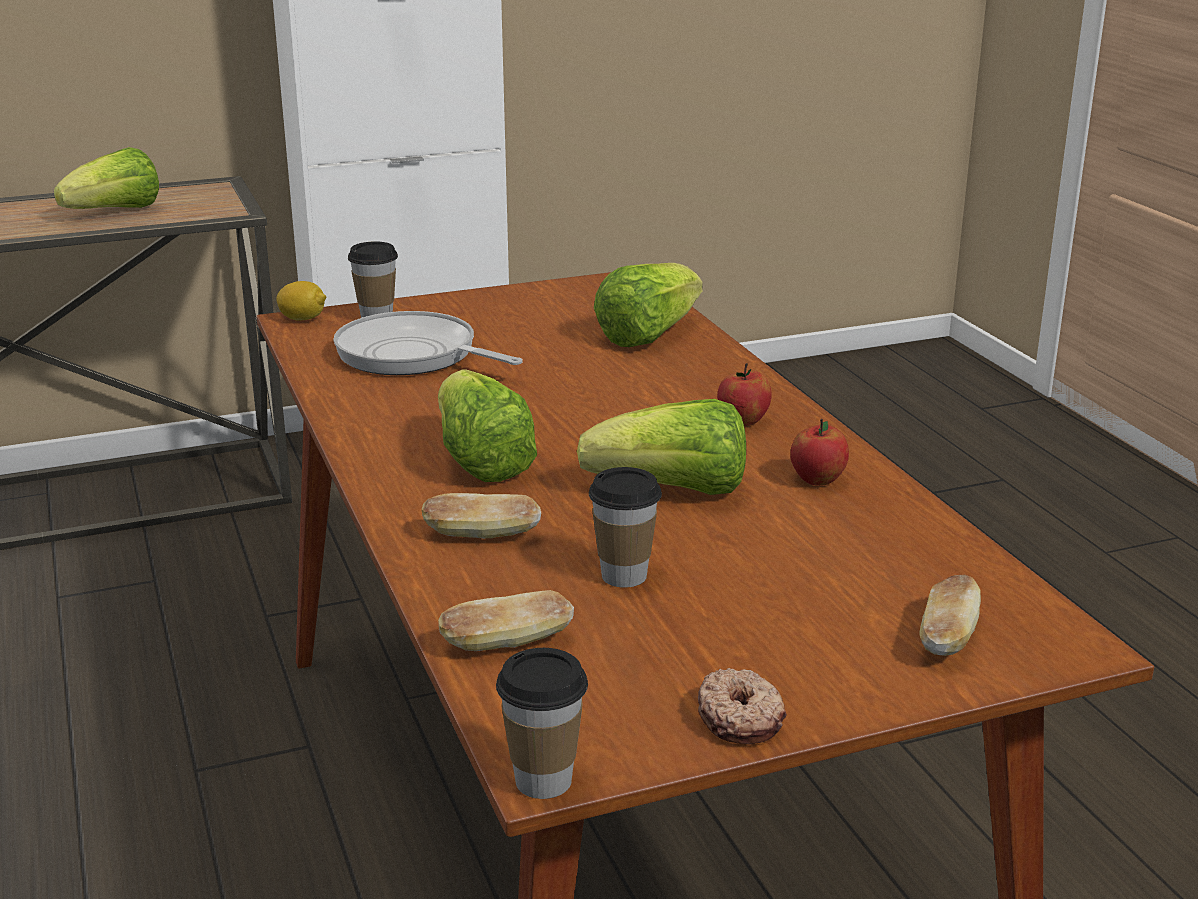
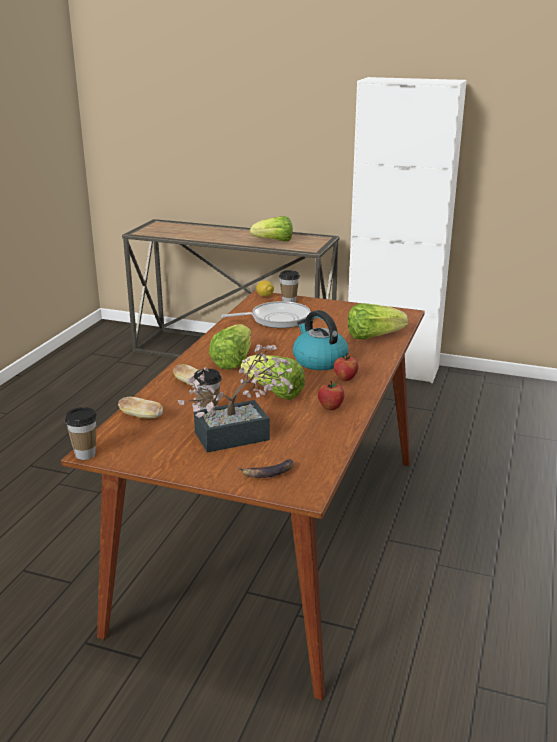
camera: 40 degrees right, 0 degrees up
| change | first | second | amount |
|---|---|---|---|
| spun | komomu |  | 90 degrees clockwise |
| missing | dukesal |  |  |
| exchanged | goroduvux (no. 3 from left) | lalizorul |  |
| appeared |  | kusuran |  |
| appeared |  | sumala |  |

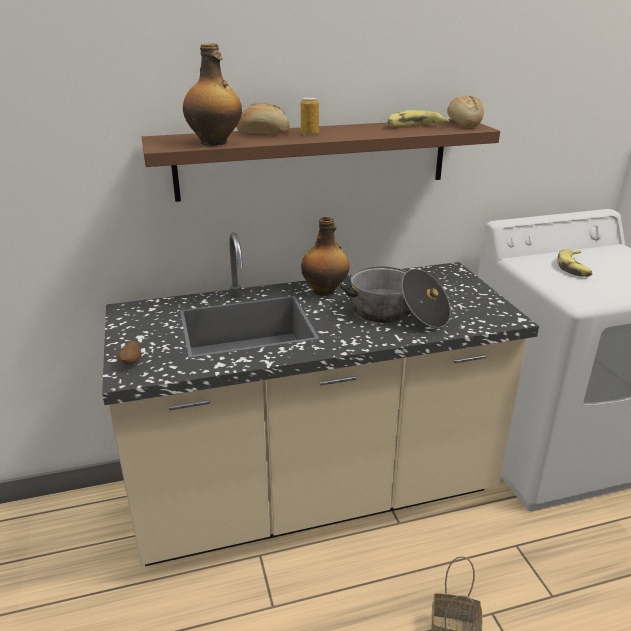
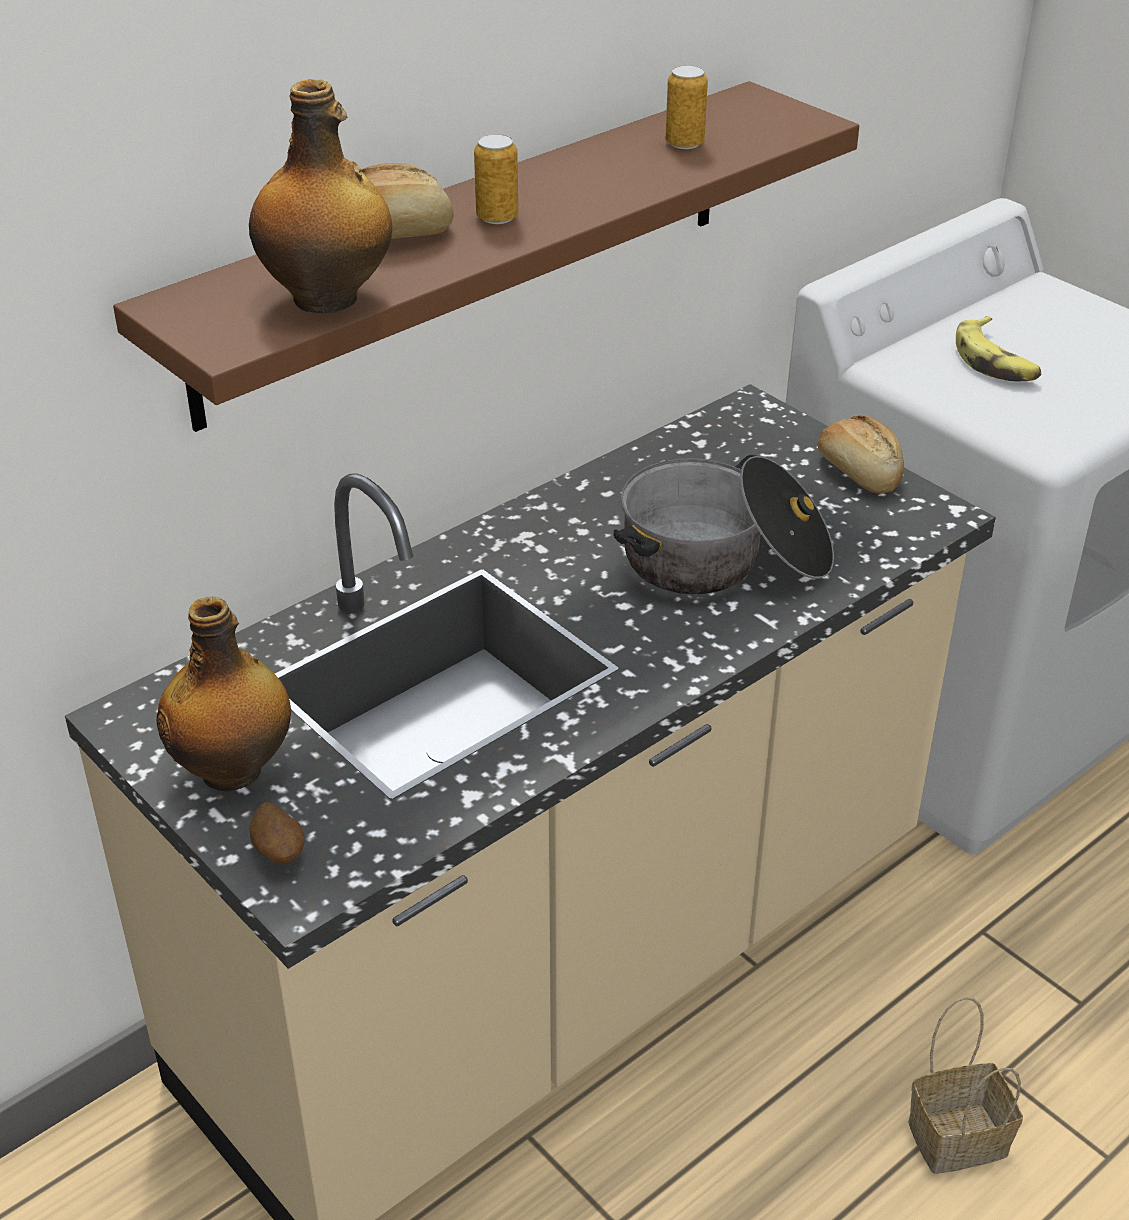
camera: 25 degrees left, 10 degrees up
| change | first | second | amount |
|---|---|---|---|
| relocated | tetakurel (no. 2 from left in the first image) | tetakurel (no. 1 from left) |  |
| exchanged | lalizorul (no. 1 from left) | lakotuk (no. 2 from left) |  |
| relocated | goroduvux (no. 2 from left) |  |  |

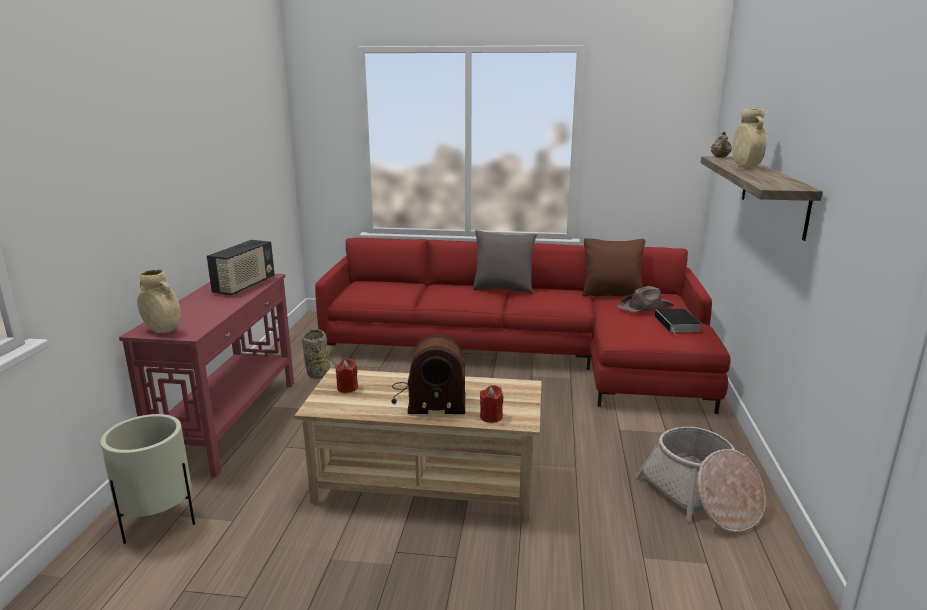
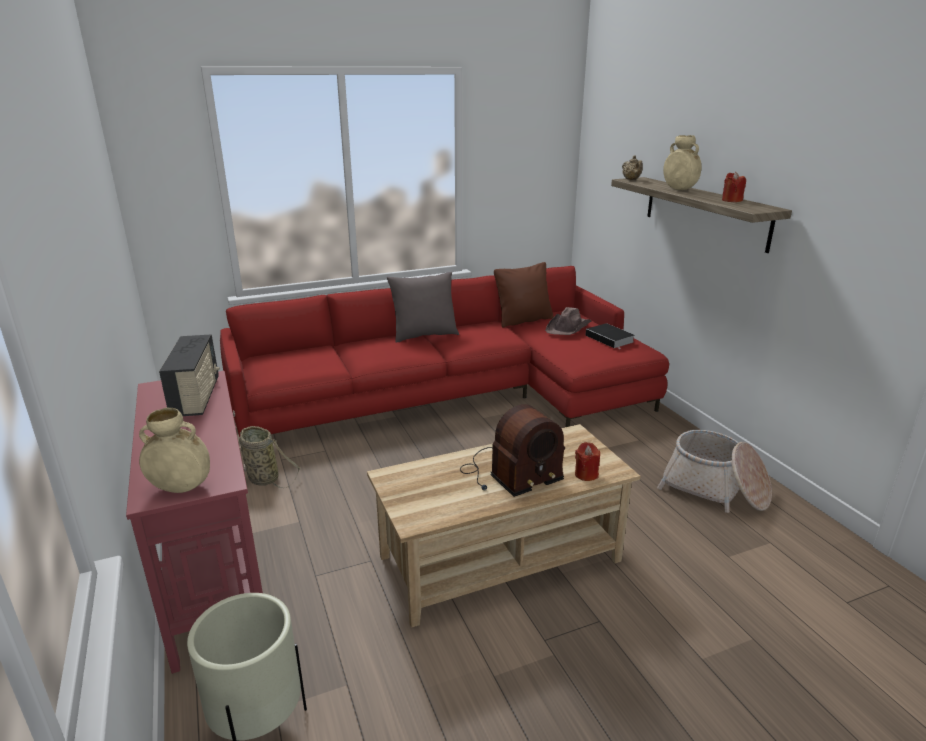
camera: 30 degrees left, 5 degrees up
| change | first | second | amount |
|---|---|---|---|
| relocated | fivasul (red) (no. 1 from left in the first image) | fivasul (red) (no. 2 from left) |  |

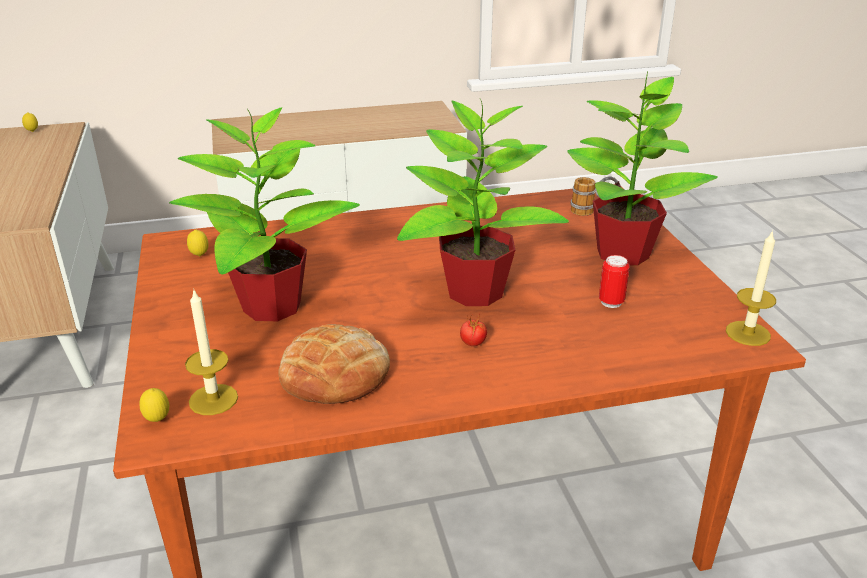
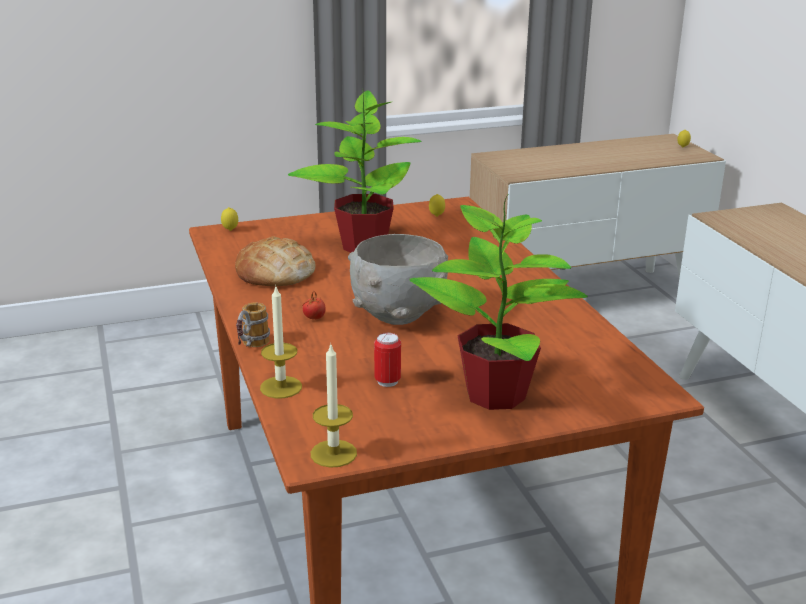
camera: 85 degrees right, 5 degrees down
| change | first | second | amount |
|---|---|---|---|
| relocated | fivasul (no. 1 from left) |  |  |
| exchanged | kusuran (no. 2 from left) | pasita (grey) |  |
| relocated | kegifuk |  |  |

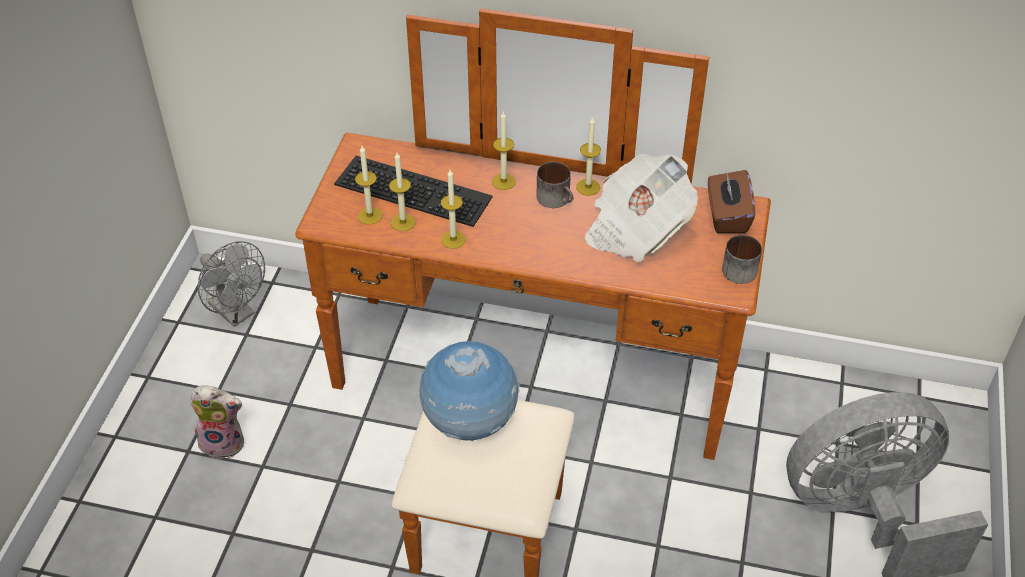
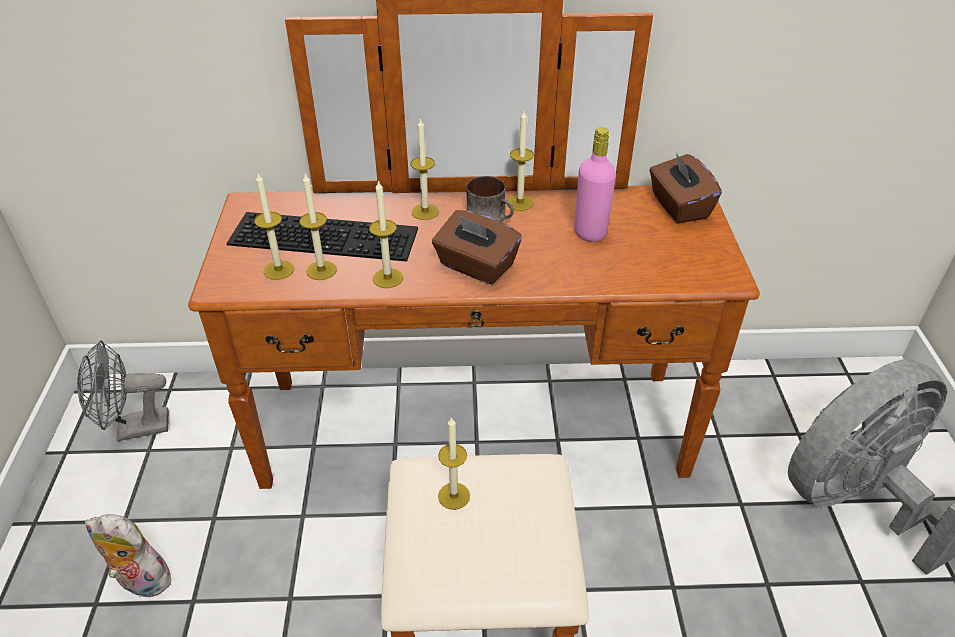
camera: 15 degrees left, 5 degrees down
| change | first | second | amount |
|---|---|---|---|
| spun | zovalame |  | 150 degrees counterclockwise |
| spun | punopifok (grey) (no. 1 from left) |  | 135 degrees clockwise |
| exchanged | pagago | fivasul (no. 5 from left) |  |
| exchanged | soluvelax | tetakurel (pink) |  |
| missing | kegifuk (no. 2 from left) |  |  |
| appeared |  | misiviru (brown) (no. 1 from left) |  |

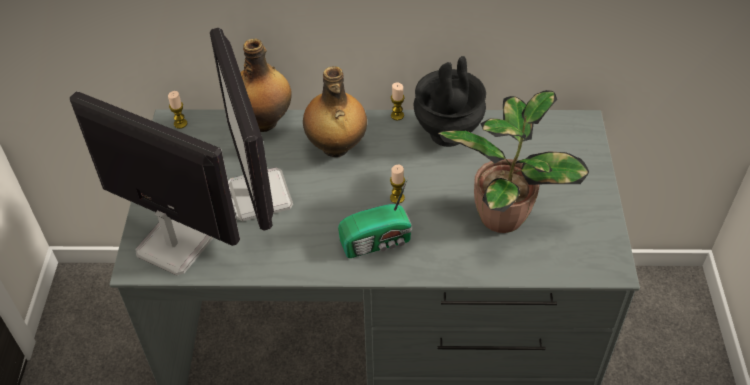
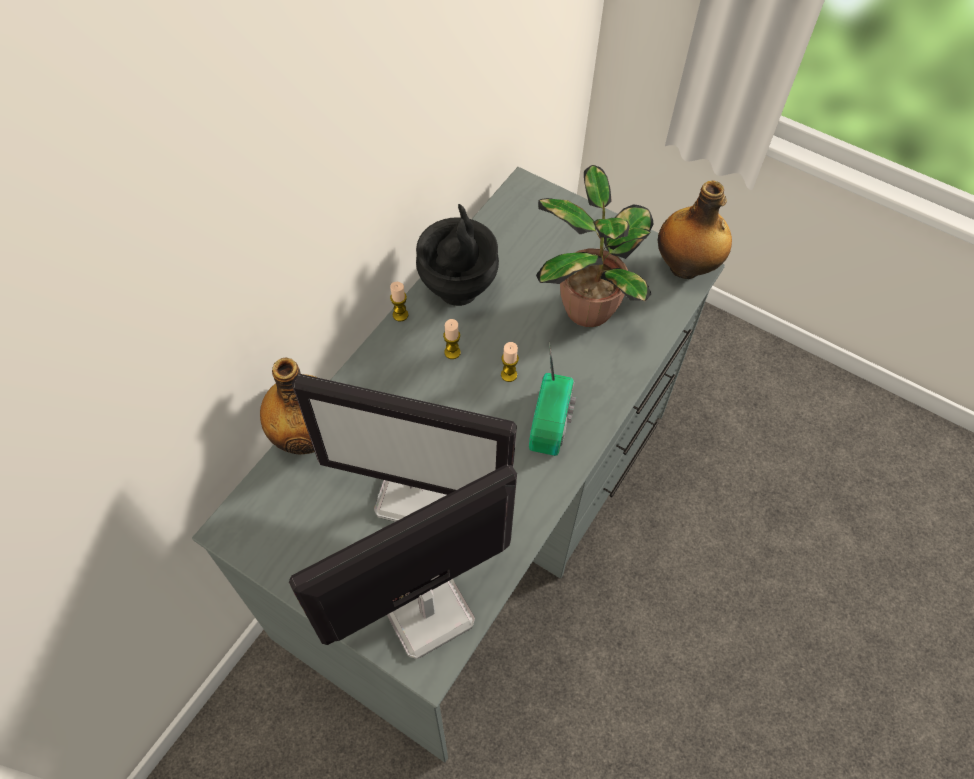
camera: 60 degrees left, 10 degrees up
| change | first | second | amount |
|---|---|---|---|
| relocated | fivasul (no. 1 from left in the first image) | fivasul (no. 2 from left) |  |
| relocated | tetakurel (no. 2 from left) |  |  |

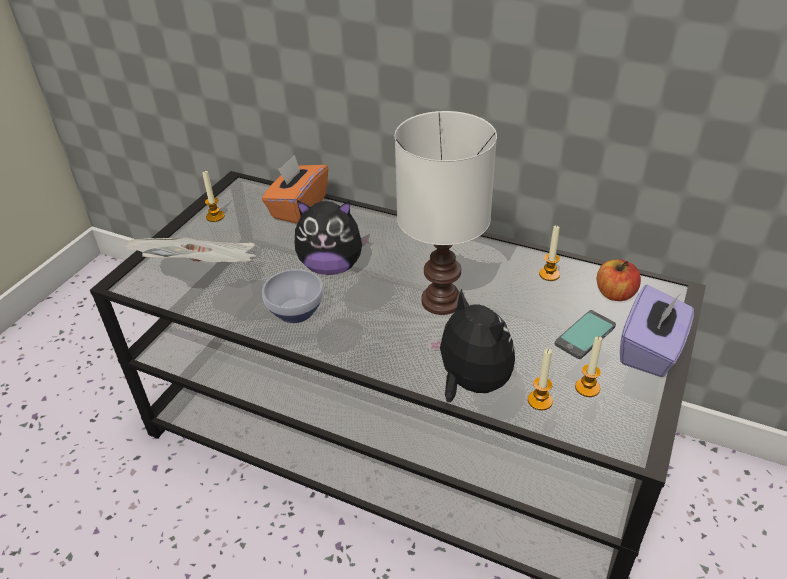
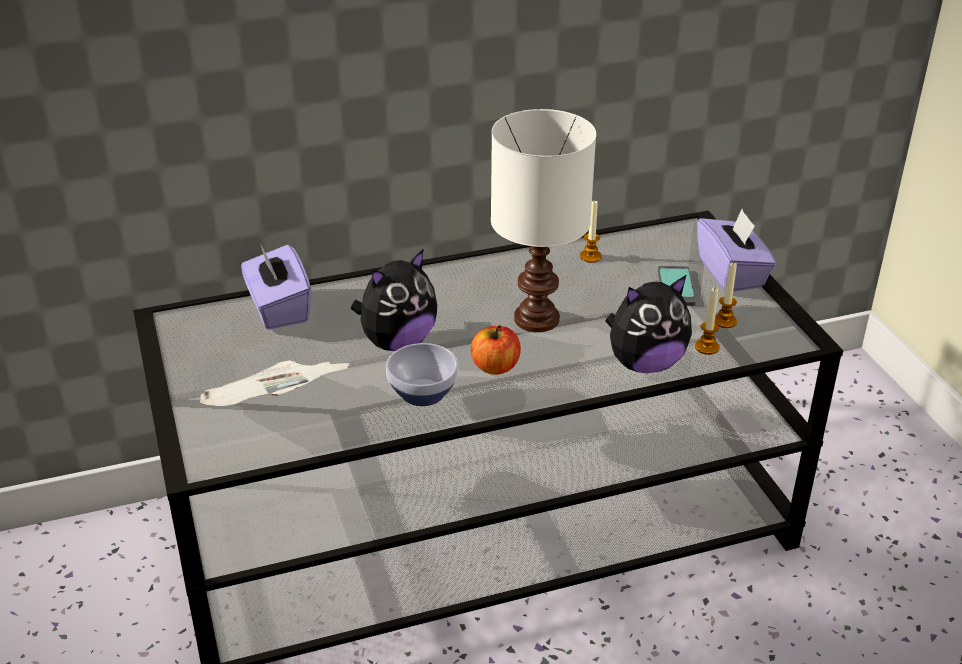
camera: 45 degrees left, 5 degrees down
| change | first | second | amount |
|---|---|---|---|
| missing | fivasul (no. 1 from left) |  |  |
| colour | misiviru (orange) | misiviru (purple) (no. 1 from left) |  |
| spun | zovalame (no. 2 from left) |  | 150 degrees clockwise |
| relocated | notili |  |  |

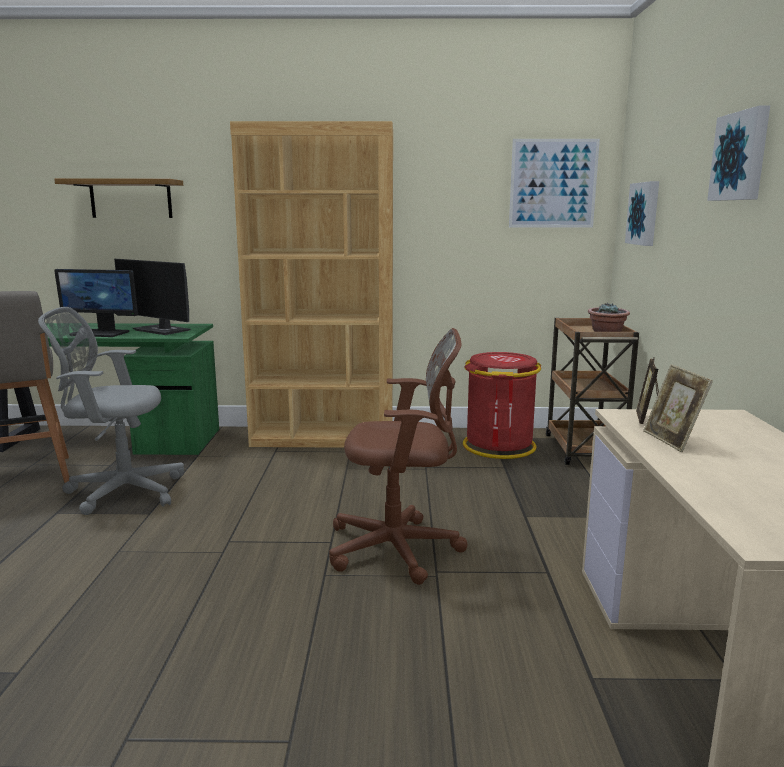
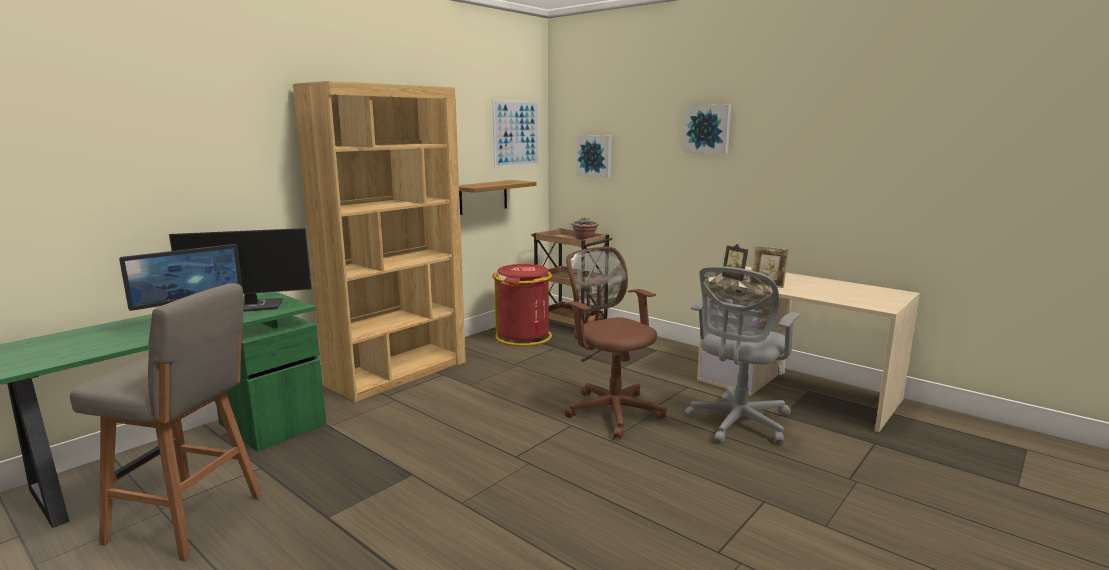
camera: 50 degrees left, 0 degrees up
| change | first | second | amount |
|---|---|---|---|
| relocated | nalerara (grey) |  |  |
| relocated | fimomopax |  |  |
| spun | nalerara (brown) |  | 75 degrees counterclockwise |

